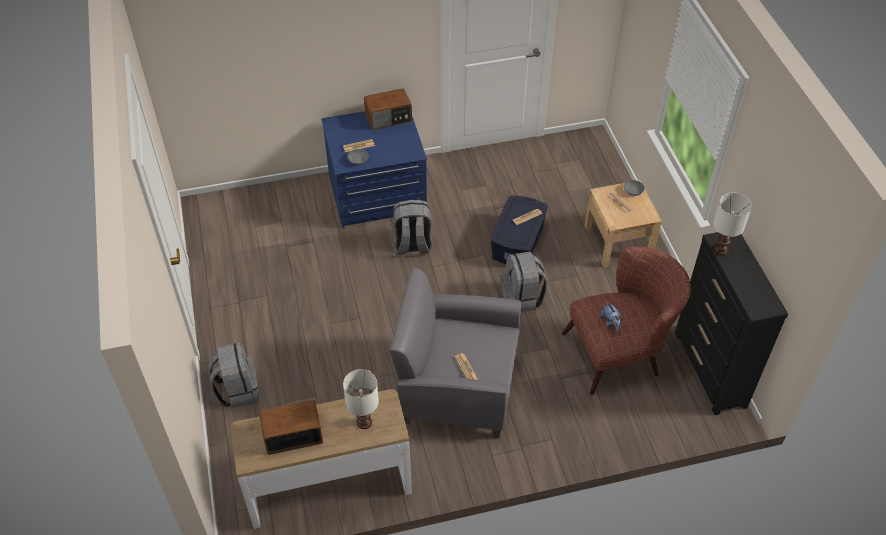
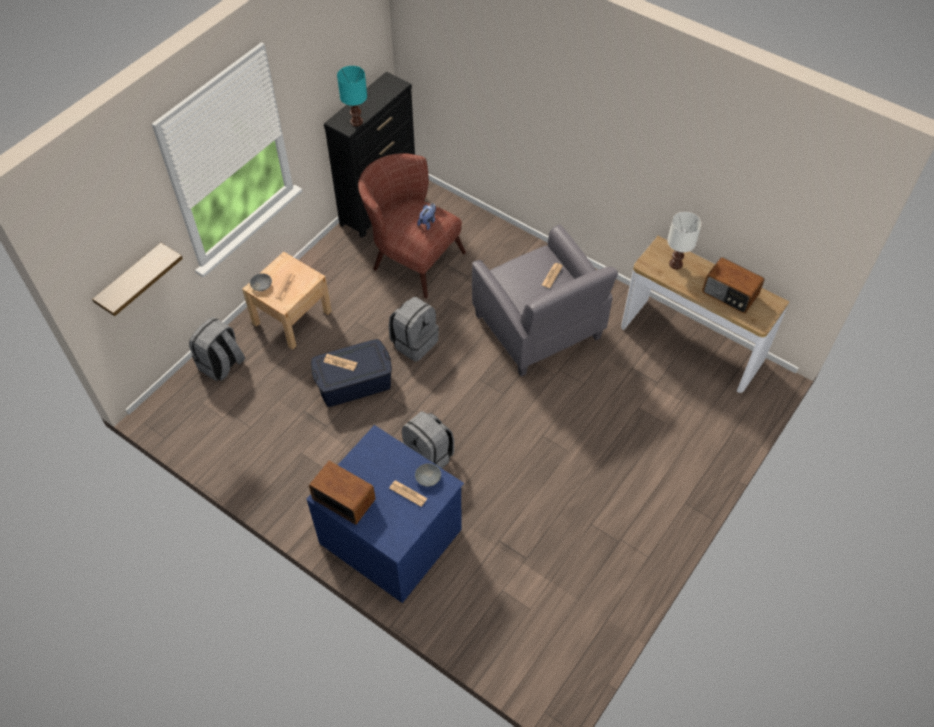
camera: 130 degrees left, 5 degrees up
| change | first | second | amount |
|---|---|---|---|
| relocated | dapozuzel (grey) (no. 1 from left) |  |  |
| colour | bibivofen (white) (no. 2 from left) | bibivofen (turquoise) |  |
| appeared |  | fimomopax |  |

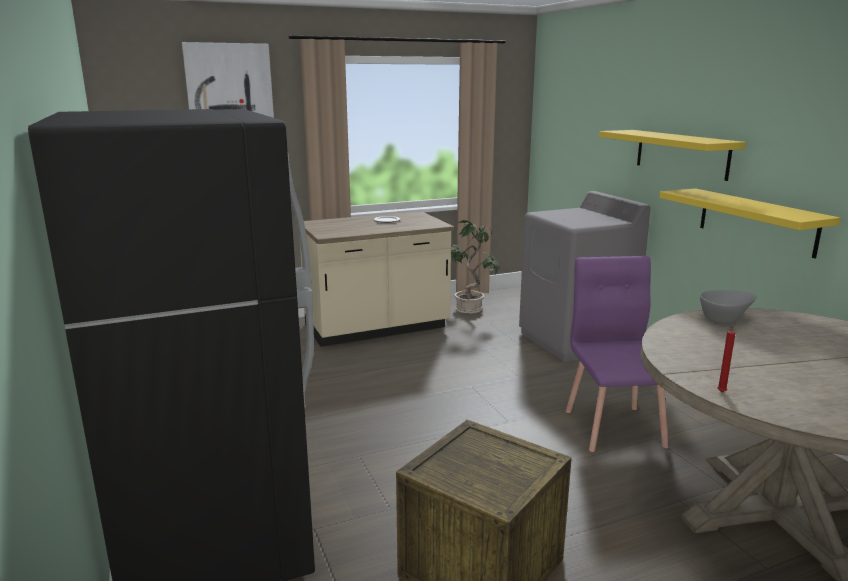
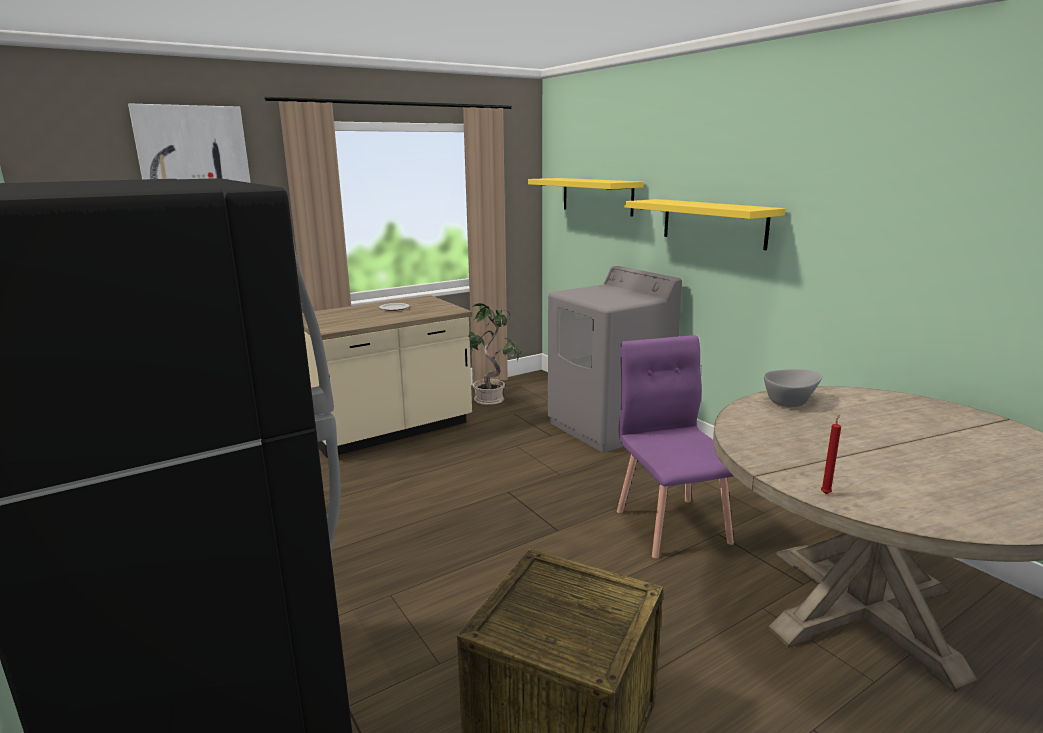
camera: 10 degrees left, 0 degrees up
| change | first | second | amount |
|---|---|---|---|
| relocated | fimomopax (yellow) (no. 2 from left in the first image) | fimomopax (yellow) (no. 1 from left) |  |

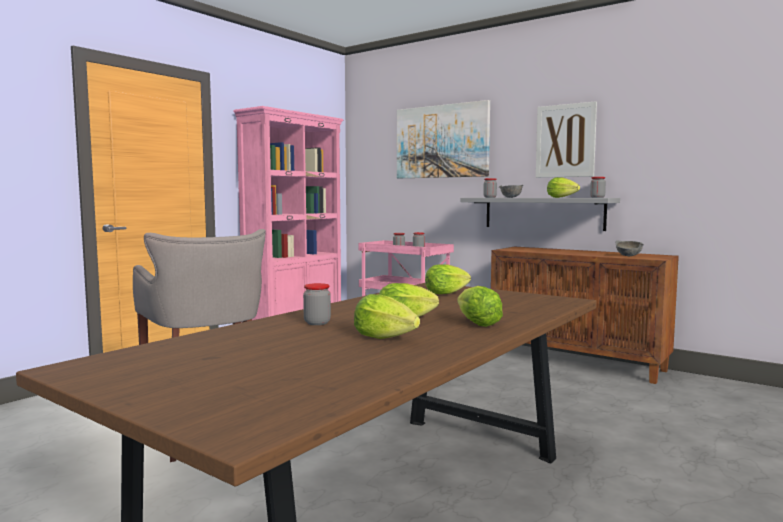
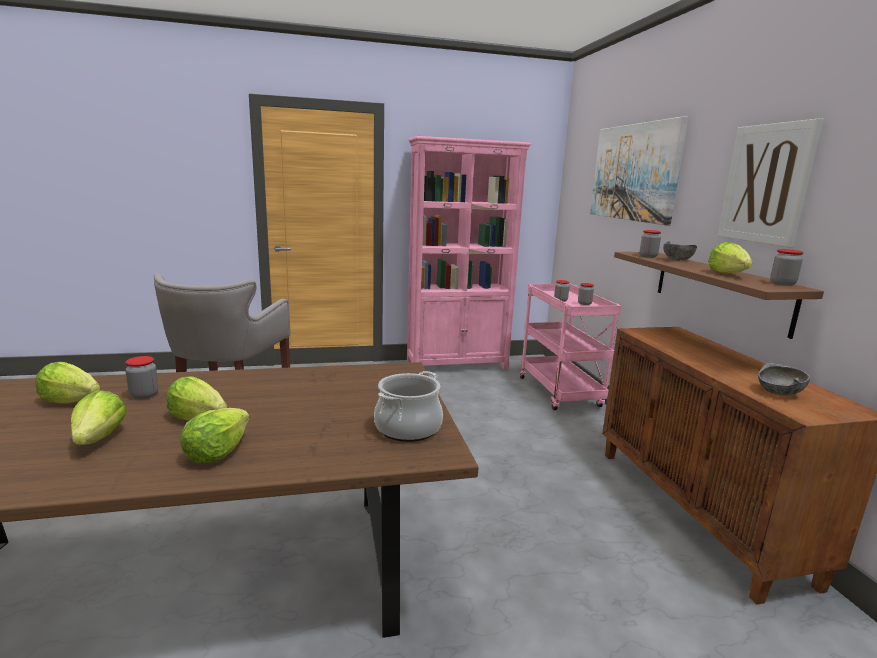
camera: 40 degrees right, 10 degrees up
| change | first | second | amount |
|---|---|---|---|
| relocated | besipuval (no. 3 from left in the first image) | besipuval (no. 1 from left) |  |
| colour | fimomopax (grey) | fimomopax (brown) |  |
| appeared |  | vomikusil |  |

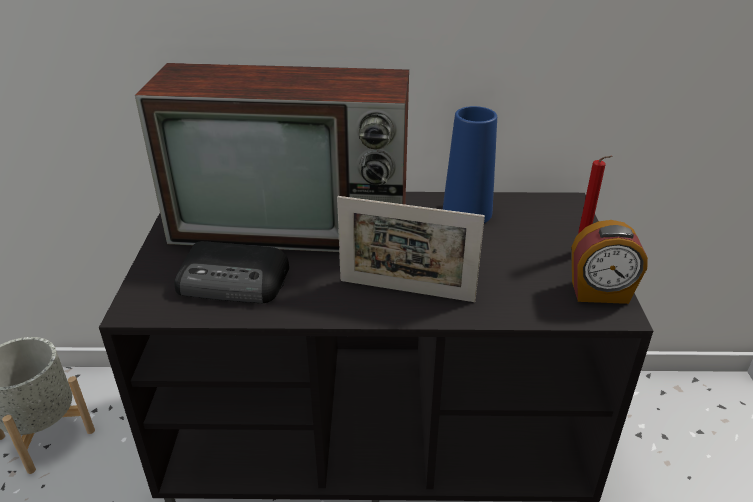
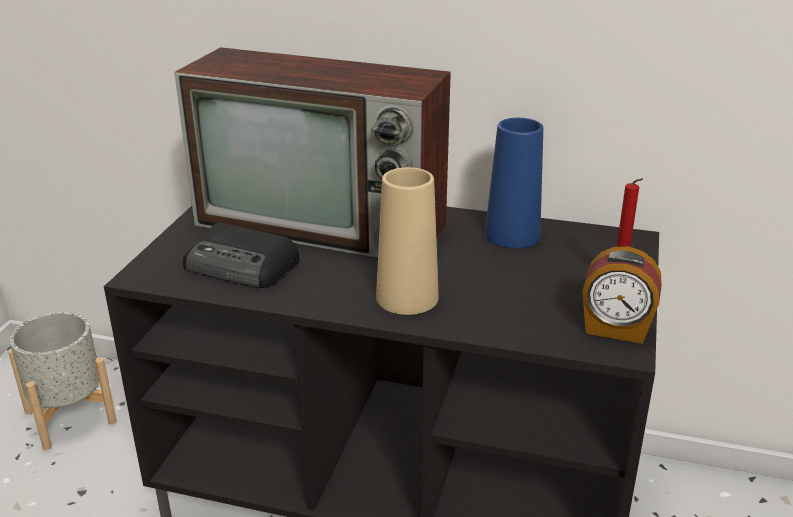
camera: 15 degrees right, 5 degrees down
| change | first | second | amount |
|---|---|---|---|
| exchanged | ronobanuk | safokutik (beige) |  |

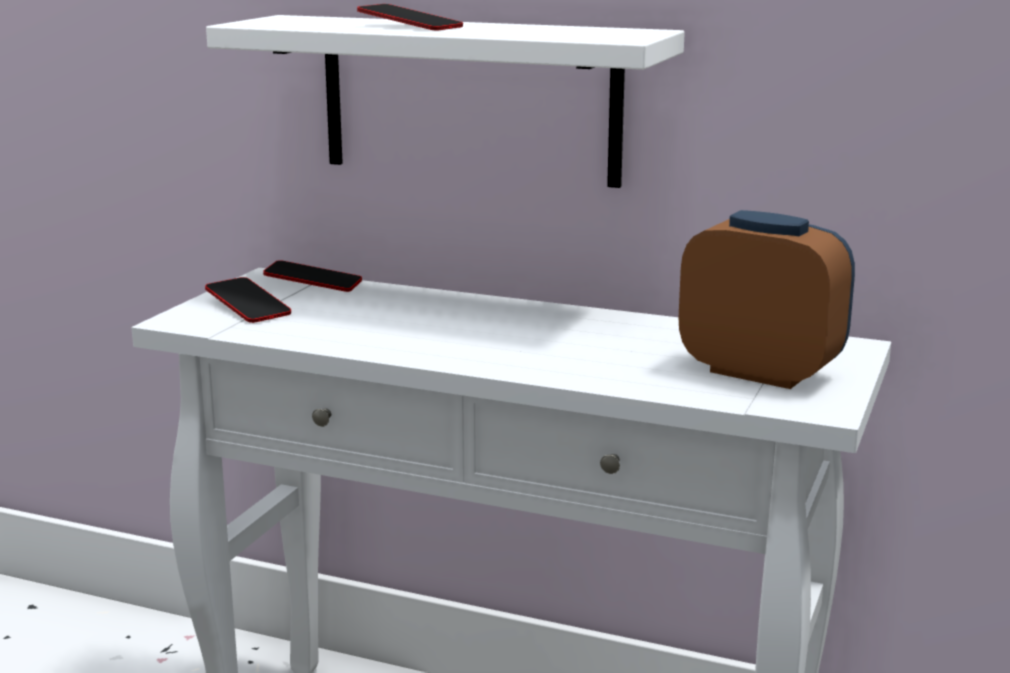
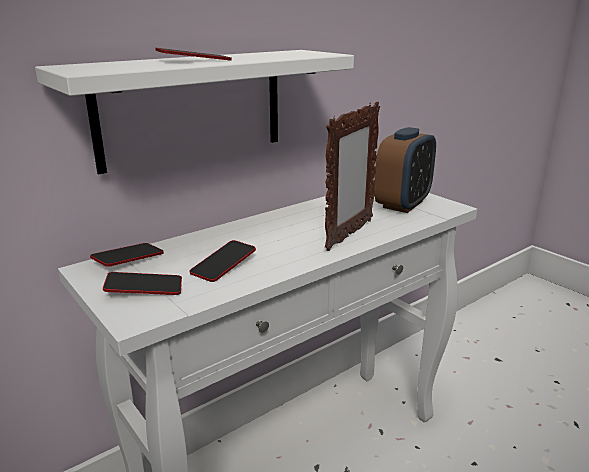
camera: 60 degrees left, 5 degrees up
| change | first | second | amount |
|---|---|---|---|
| spun | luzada |  | 150 degrees clockwise |
| appeared |  | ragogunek (no. 4 from left) |  |
| appeared |  | ronobanuk |  |

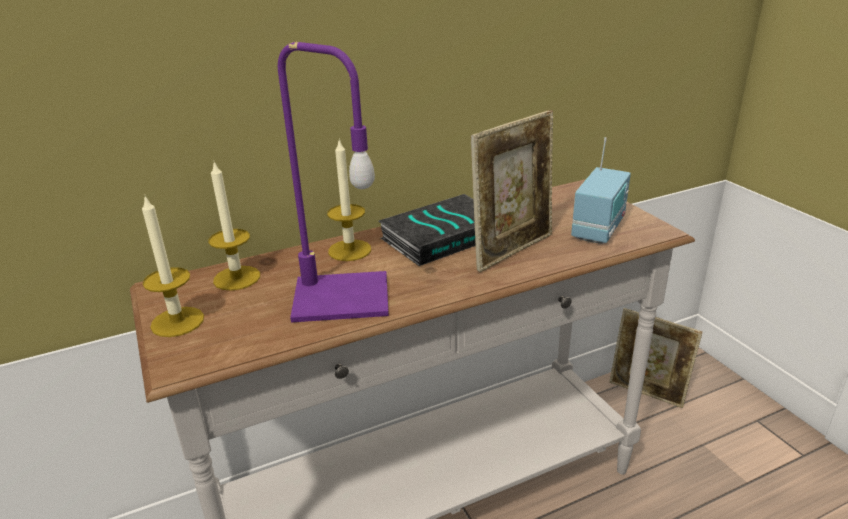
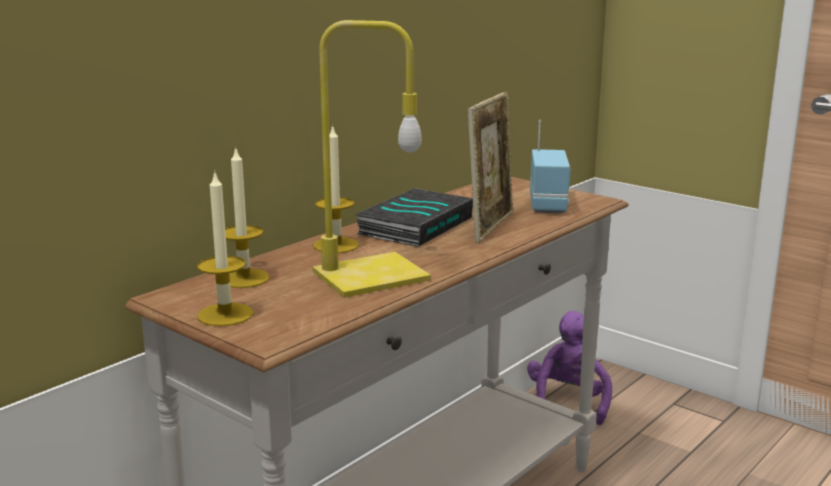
camera: 25 degrees left, 10 degrees down
| change | first | second | amount |
|---|---|---|---|
| colour | bibivofen (purple) | bibivofen (yellow) |  |
| exchanged | ronobanuk (no. 2 from left) | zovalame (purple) |  |

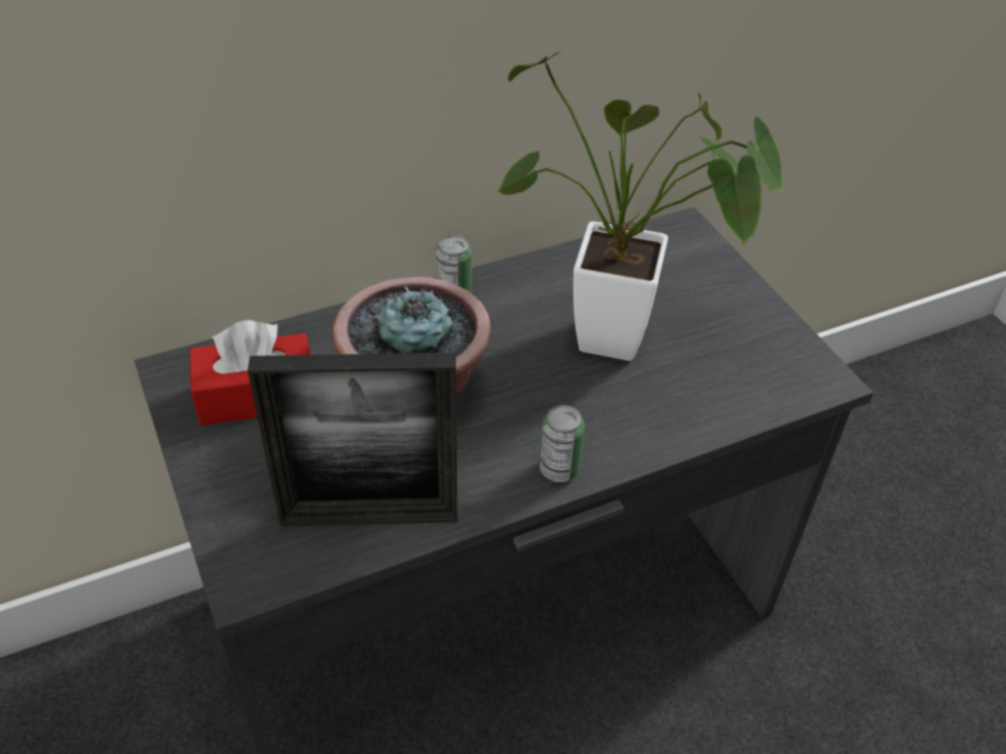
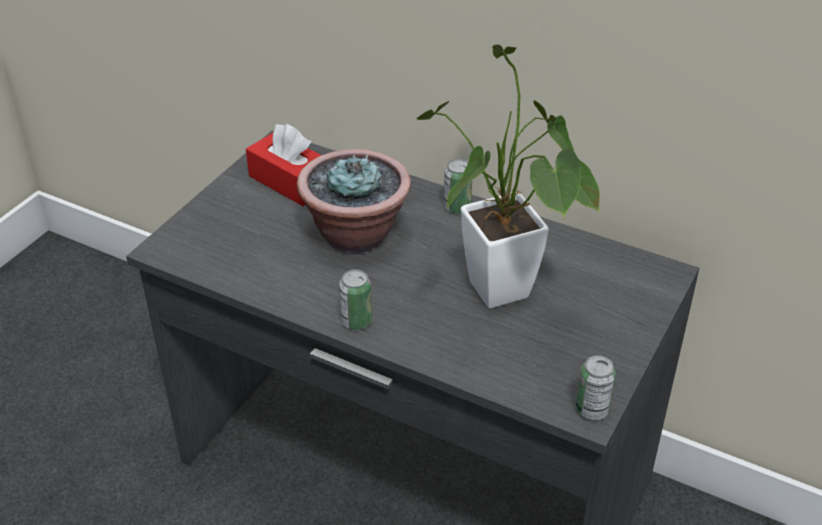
camera: 55 degrees right, 5 degrees down
| change | first | second | amount |
|---|---|---|---|
| missing | ronobanuk |  |  |
| appeared |  | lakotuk (no. 3 from left) |  |

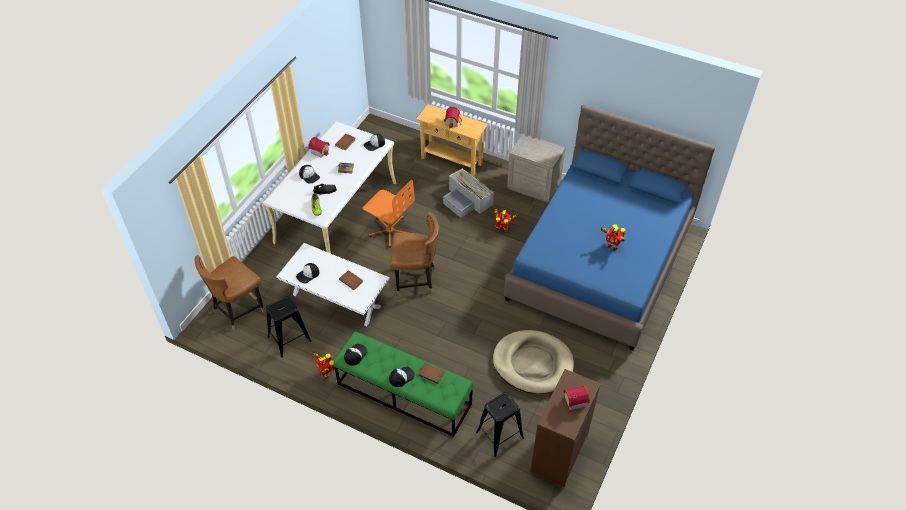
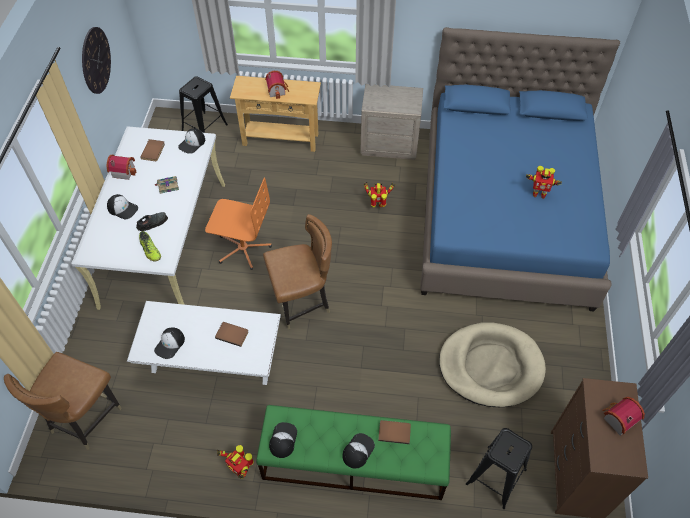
camera: 20 degrees left, 5 degrees up
| change | first | second | amount |
|---|---|---|---|
| relocated | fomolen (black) (no. 1 from left) |  |  |
| missing | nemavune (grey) |  |  |
| appeared |  | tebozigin |  |

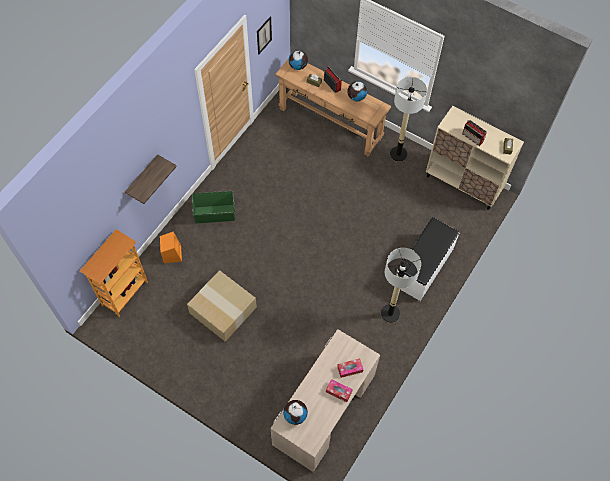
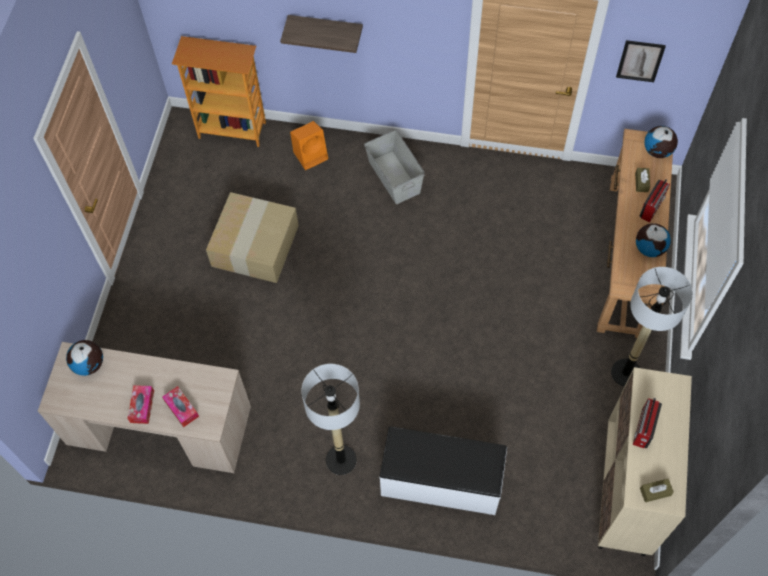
camera: 70 degrees right, 0 degrees up
| change | first | second | amount |
|---|---|---|---|
| colour | nemavune (green) | nemavune (grey) |  |

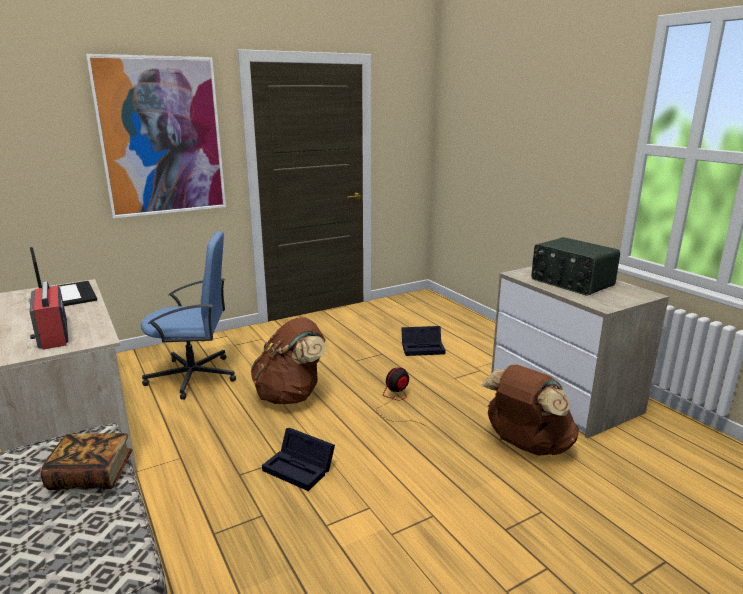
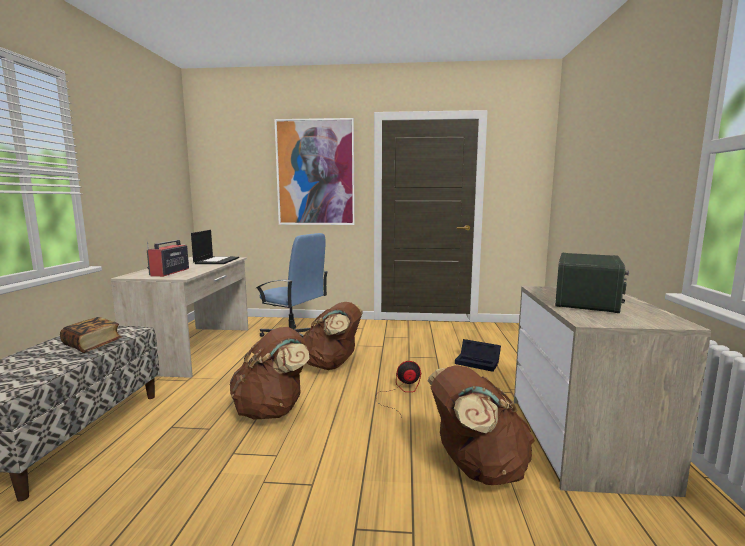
camera: 35 degrees right, 10 degrees down
| change | first | second | amount |
|---|---|---|---|
| exchanged | nemavune (black) (no. 1 from left) | dapozuzel (brown) (no. 1 from left) |  |
| spun | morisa (no. 2 from left) |  | 150 degrees counterclockwise |

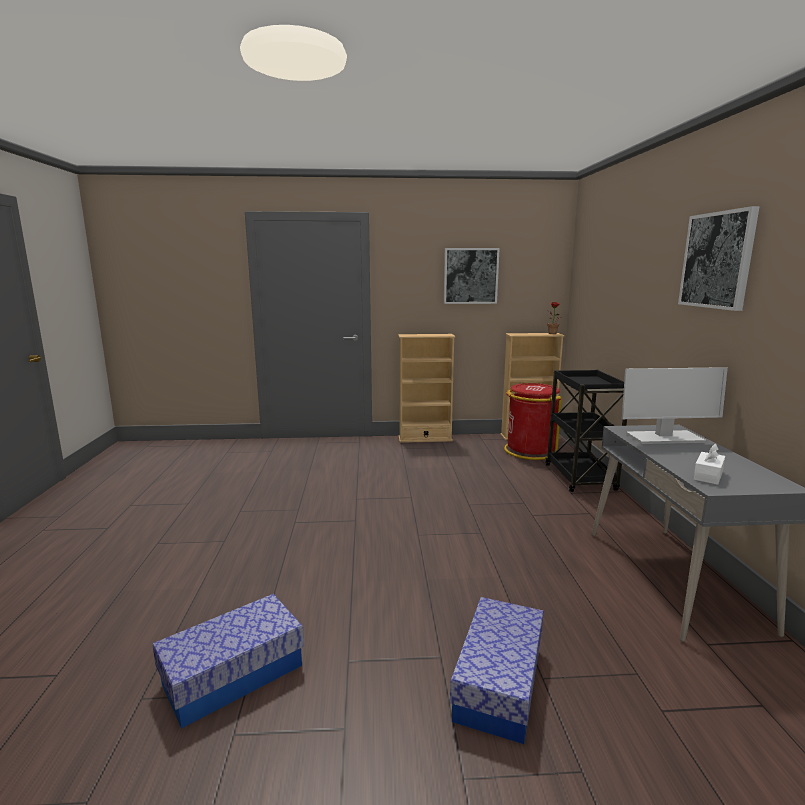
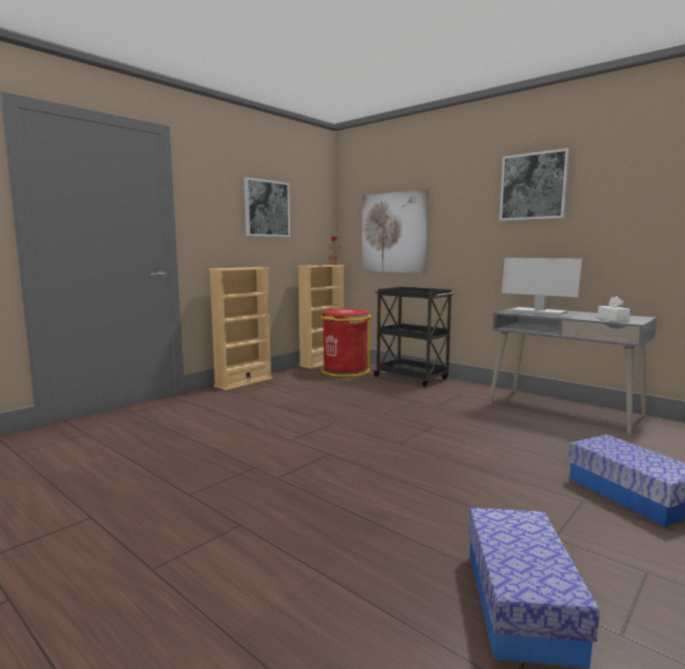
camera: 45 degrees left, 5 degrees down
| change | first | second | amount |
|---|---|---|---|
| spun | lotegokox |  | 90 degrees clockwise |
| appeared |  | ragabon (no. 2 from left) |  |

